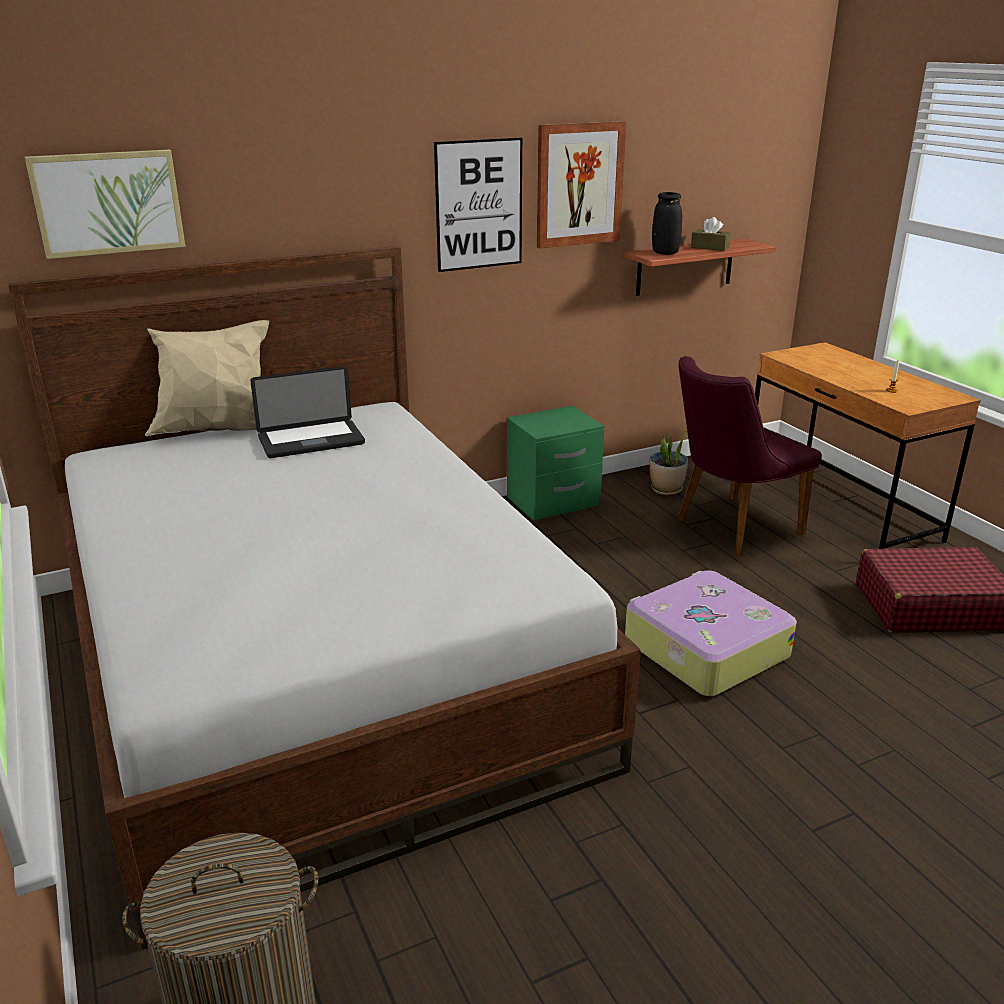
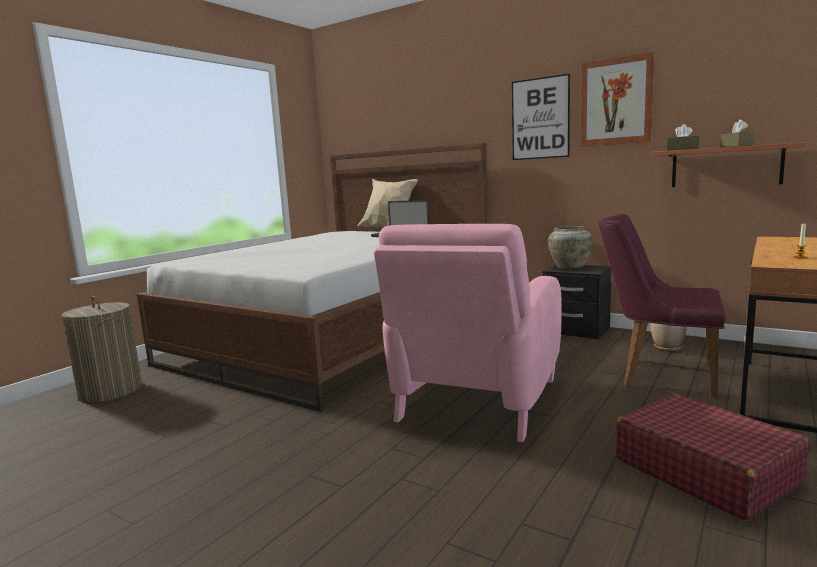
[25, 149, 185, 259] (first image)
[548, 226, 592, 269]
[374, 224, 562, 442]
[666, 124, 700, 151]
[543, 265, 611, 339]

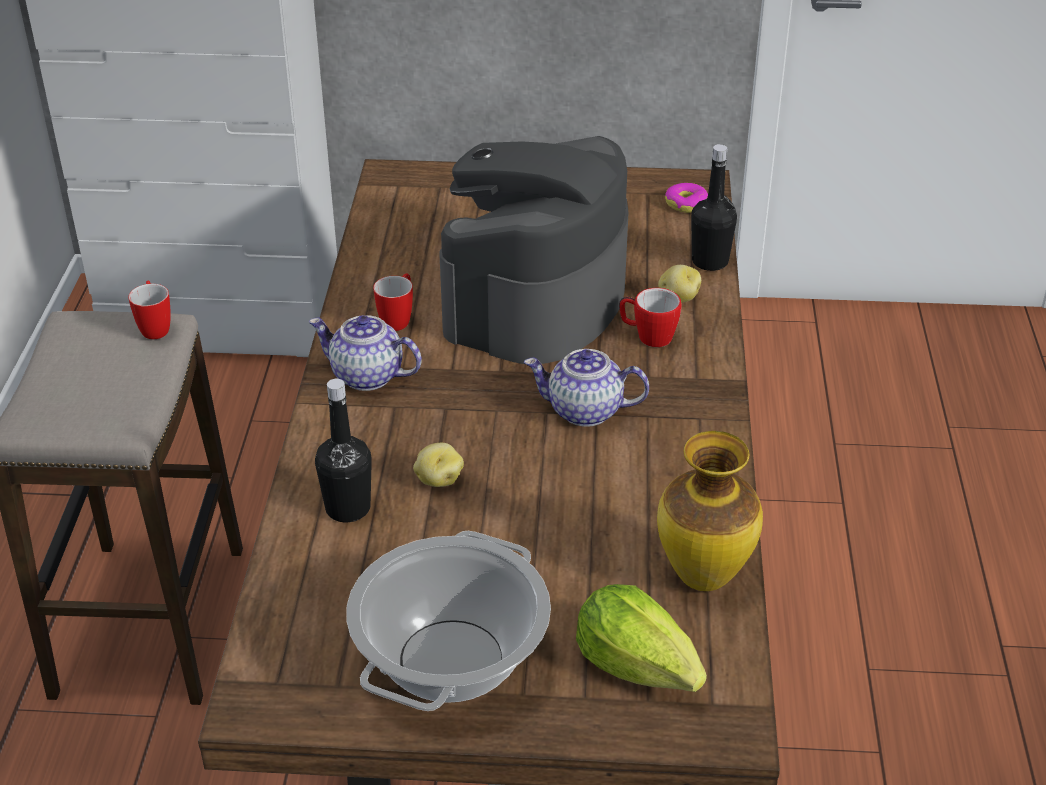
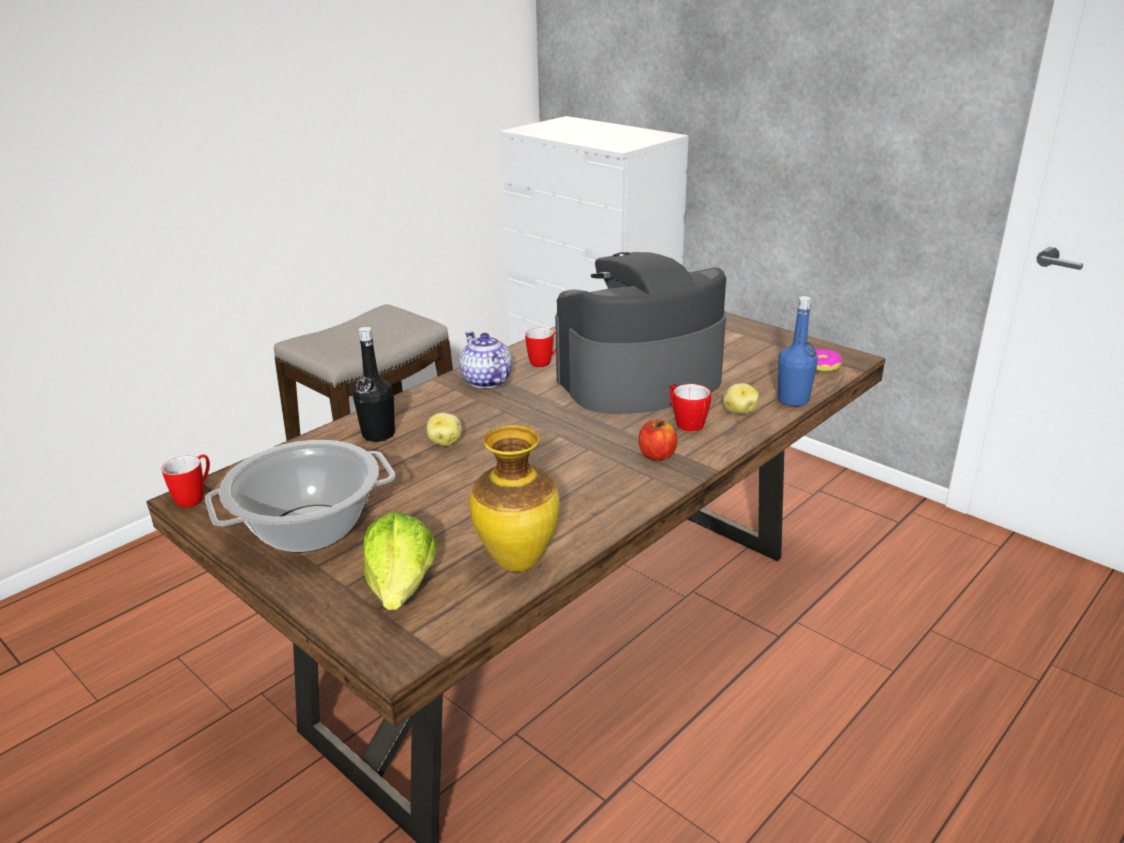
[524, 349, 649, 427] (first image)
[639, 419, 677, 461]
[161, 455, 210, 508]
[777, 296, 818, 406]

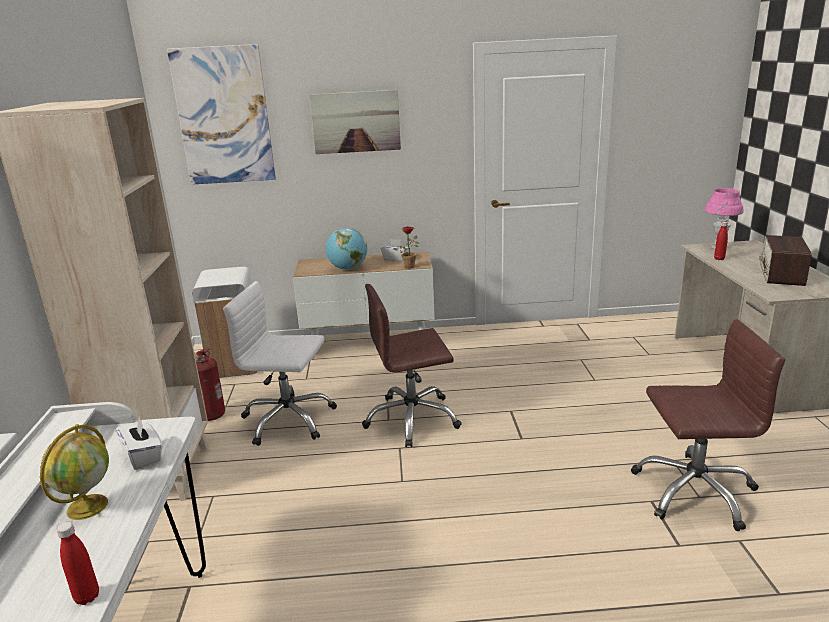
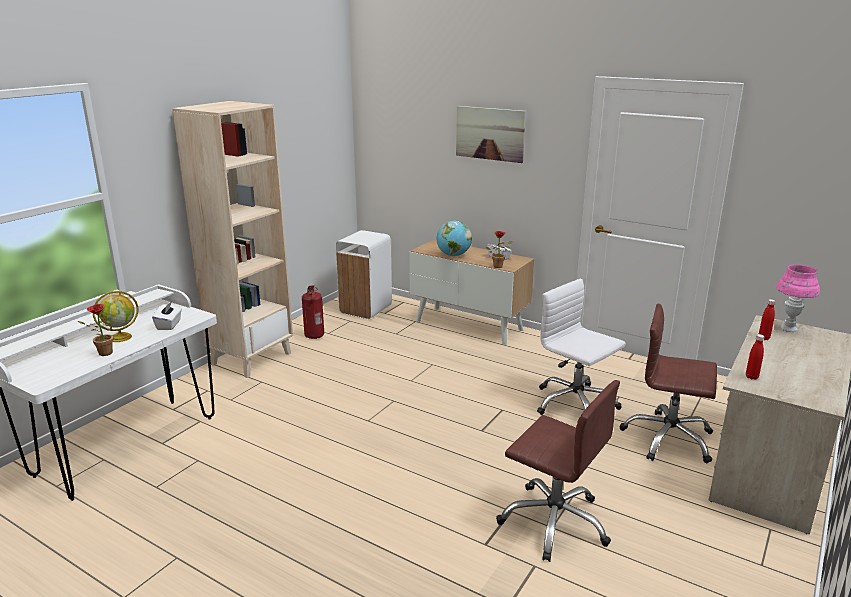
[167, 44, 276, 185] (first image)
[759, 235, 812, 286] (first image)
[78, 304, 113, 356]
[746, 334, 764, 380]
[537, 278, 626, 415]
[620, 304, 717, 463]

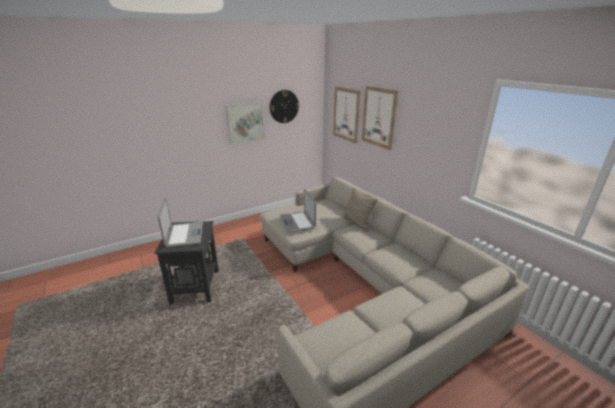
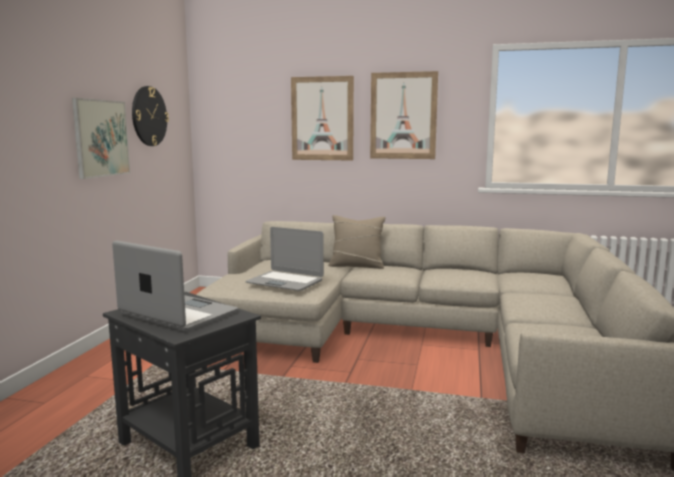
[370, 71, 438, 159]

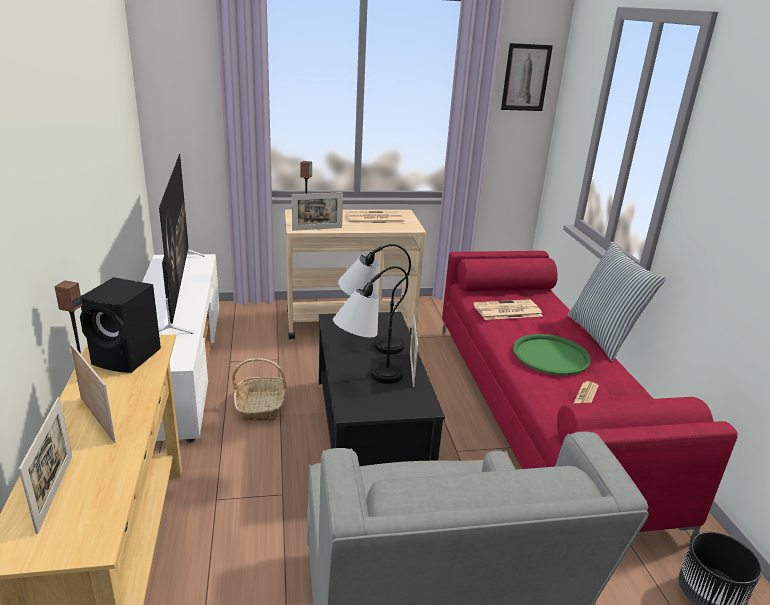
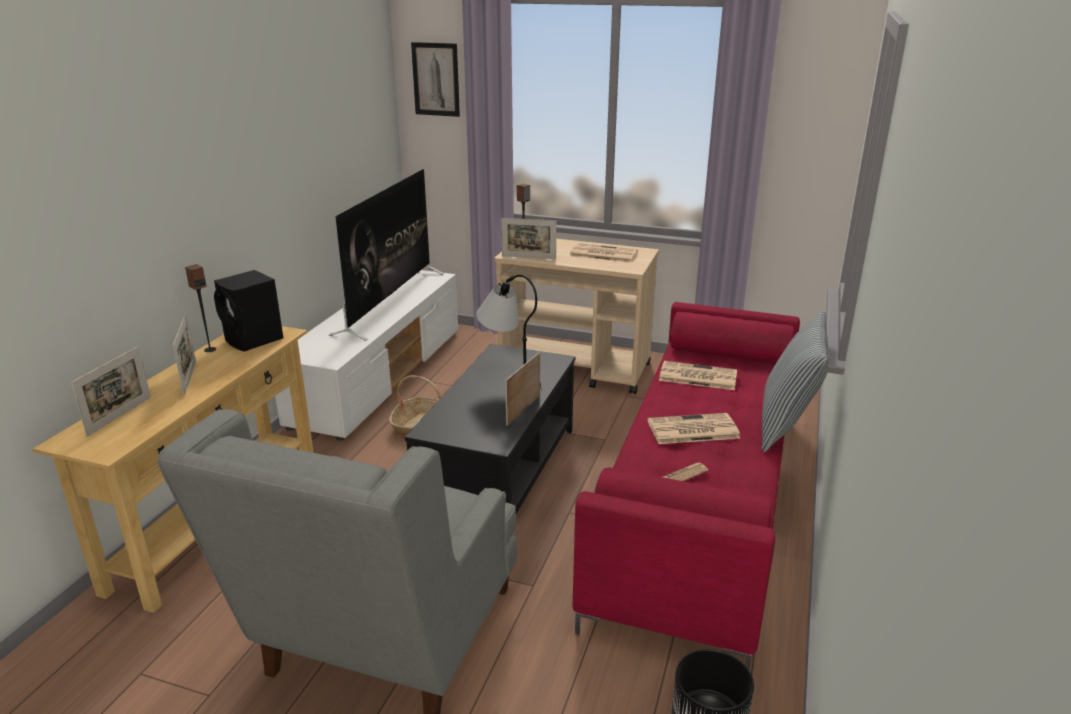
[333, 266, 408, 384] (first image)
[411, 42, 460, 117]
[648, 413, 741, 444]

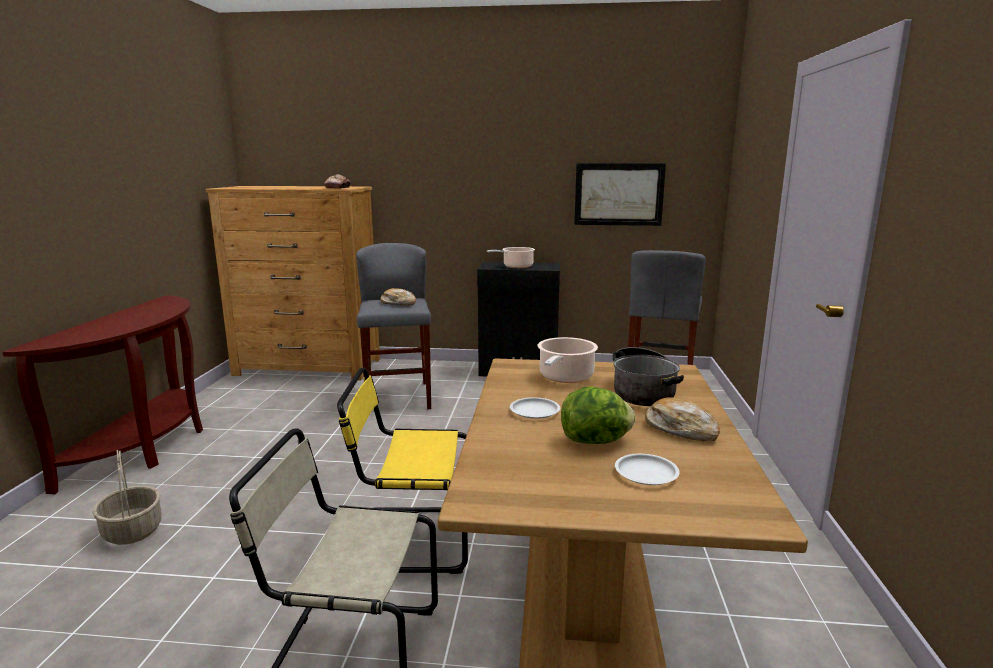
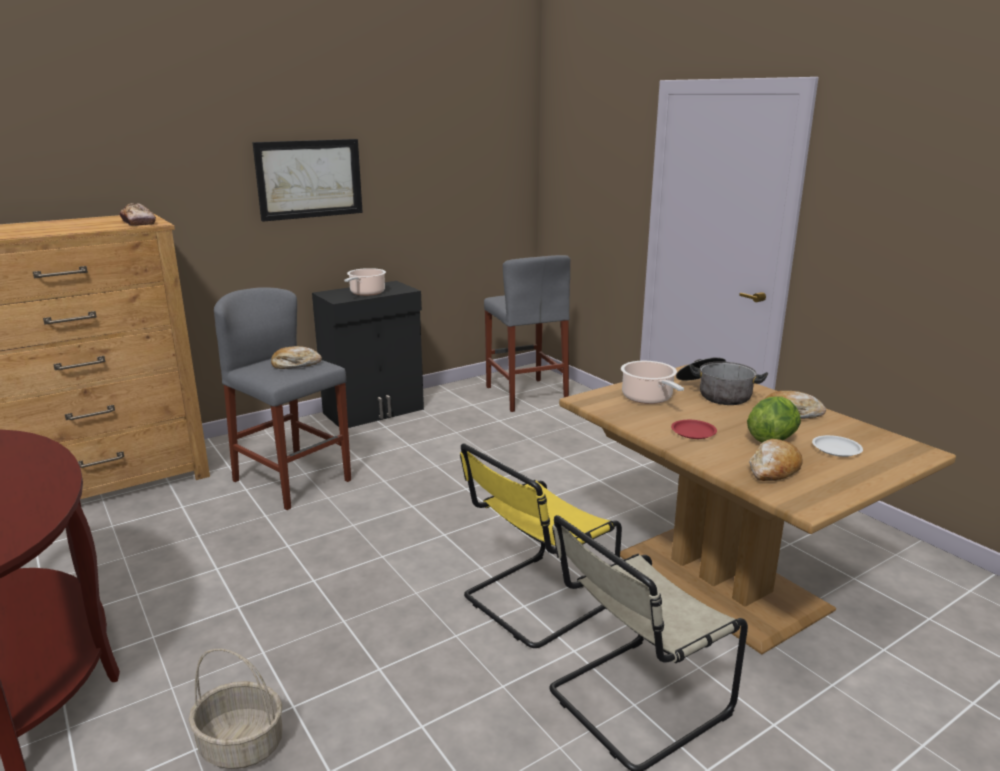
[749, 439, 803, 481]
[252, 139, 363, 222]
[671, 420, 717, 439]

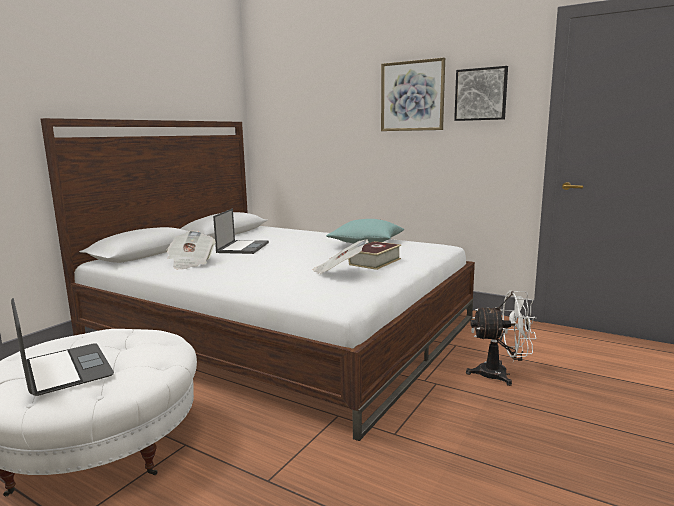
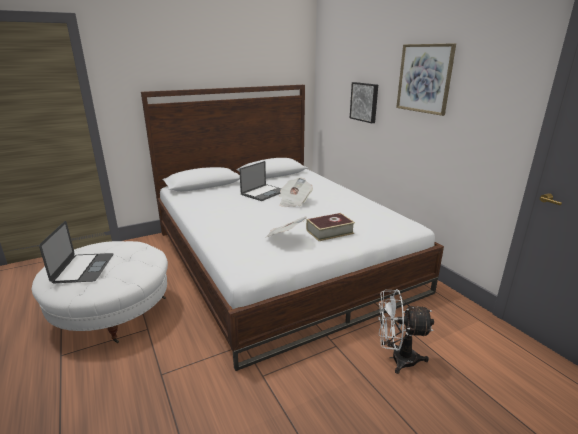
[326, 219, 404, 244] (first image)
[279, 178, 313, 207]
[350, 82, 378, 123]
[378, 289, 434, 374]

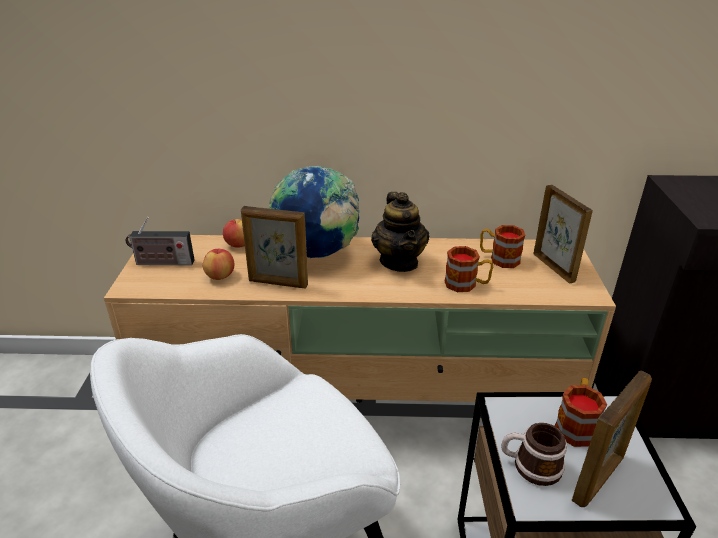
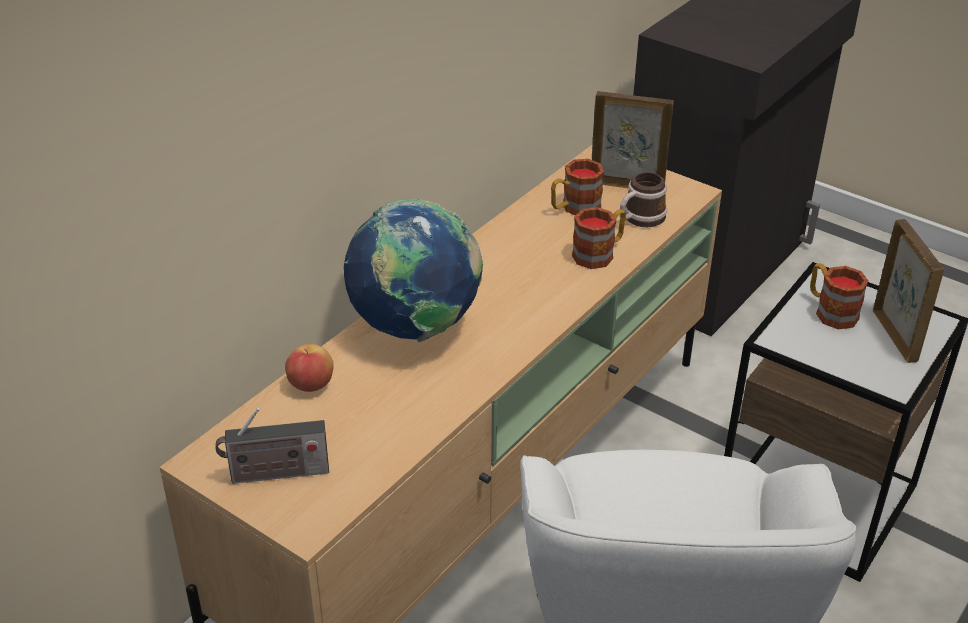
[202, 249, 234, 280] (first image)
[241, 206, 308, 289] (first image)
[371, 192, 429, 272] (first image)
[620, 172, 667, 227]
[216, 408, 329, 484]

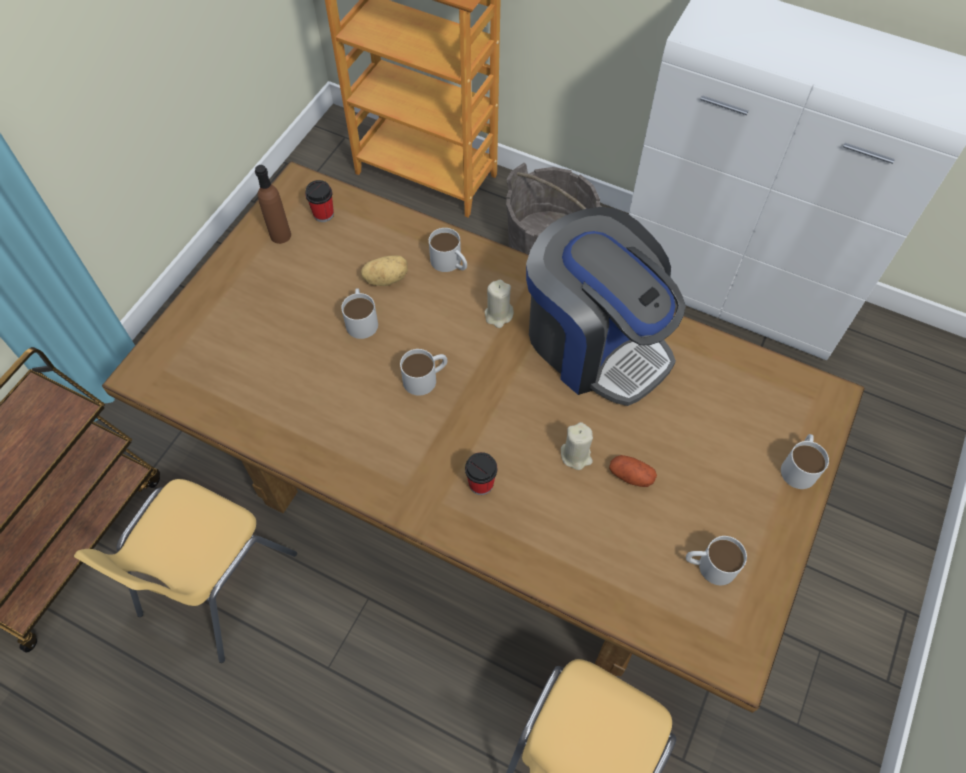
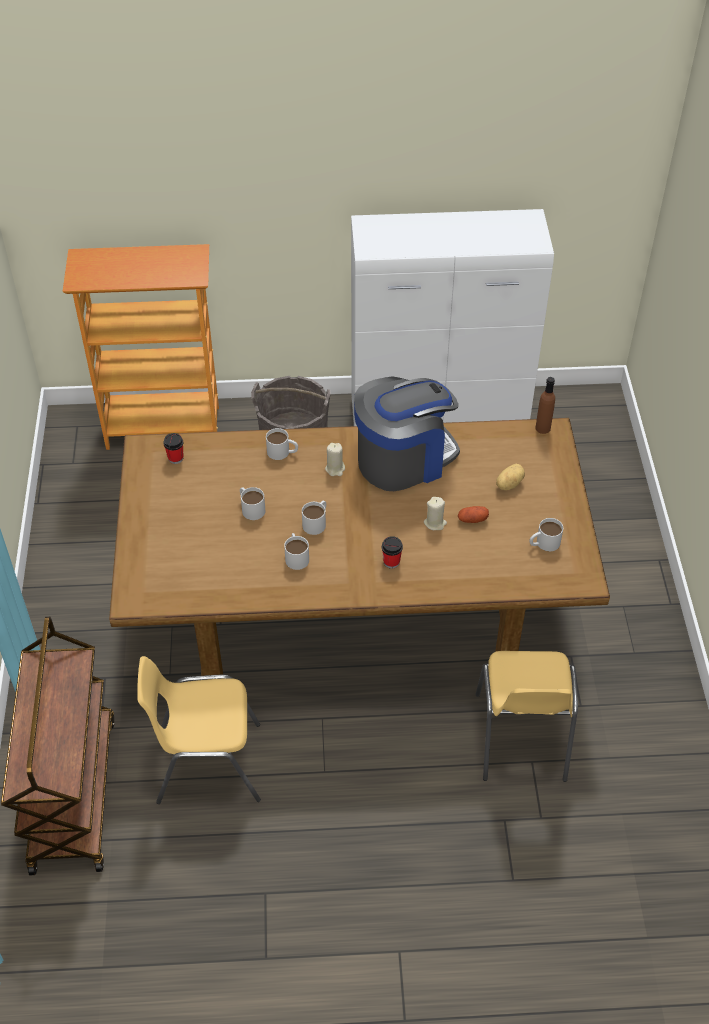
[535, 377, 555, 434]
[496, 464, 525, 490]
[284, 533, 309, 570]
[137, 656, 261, 804]
[354, 376, 460, 491]

